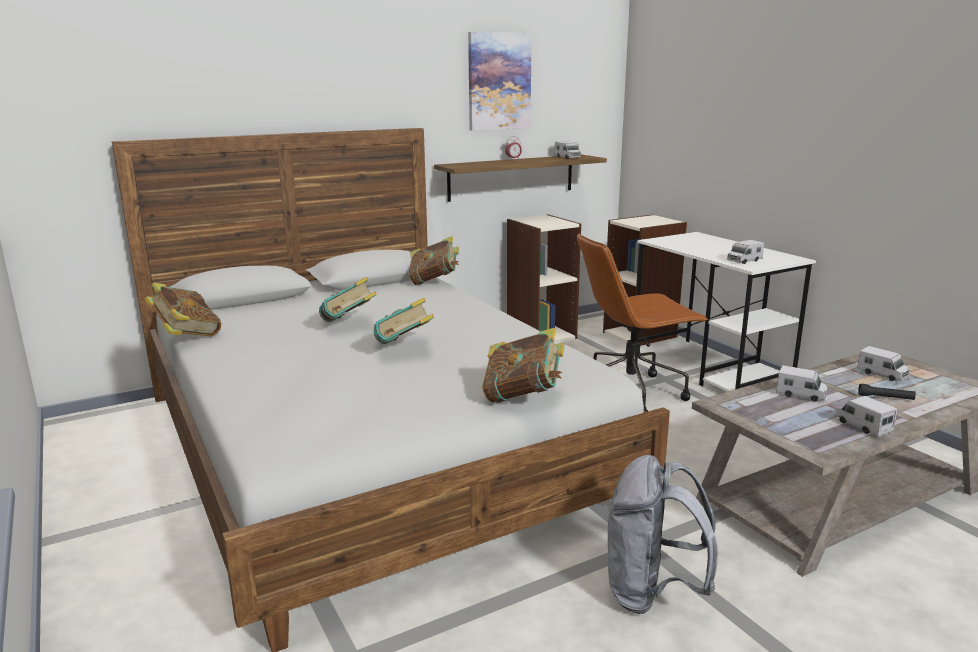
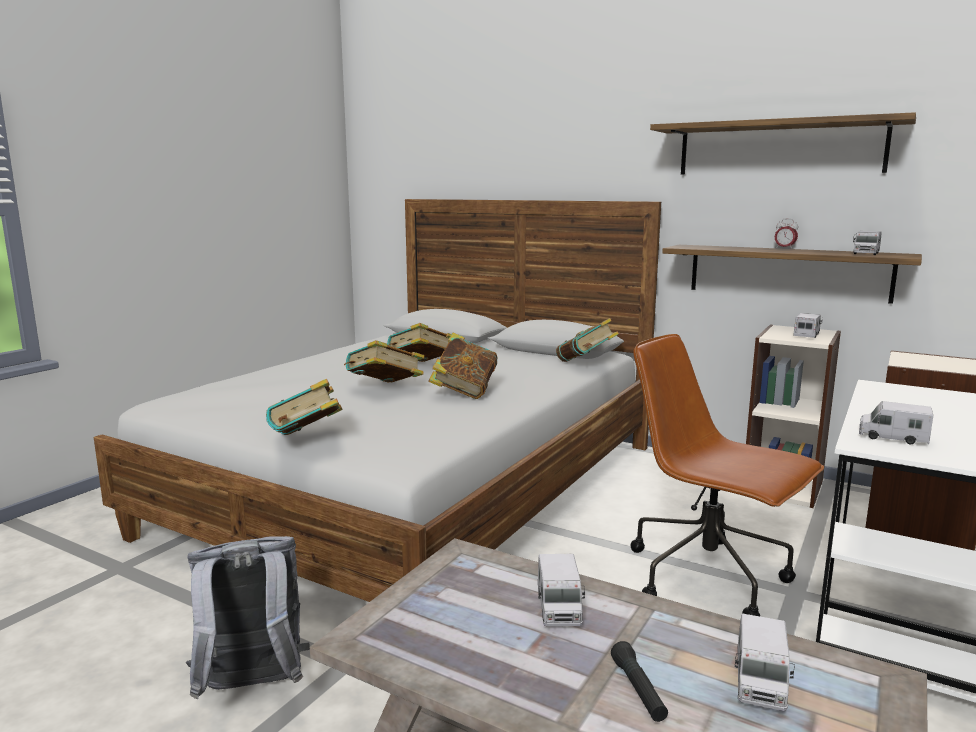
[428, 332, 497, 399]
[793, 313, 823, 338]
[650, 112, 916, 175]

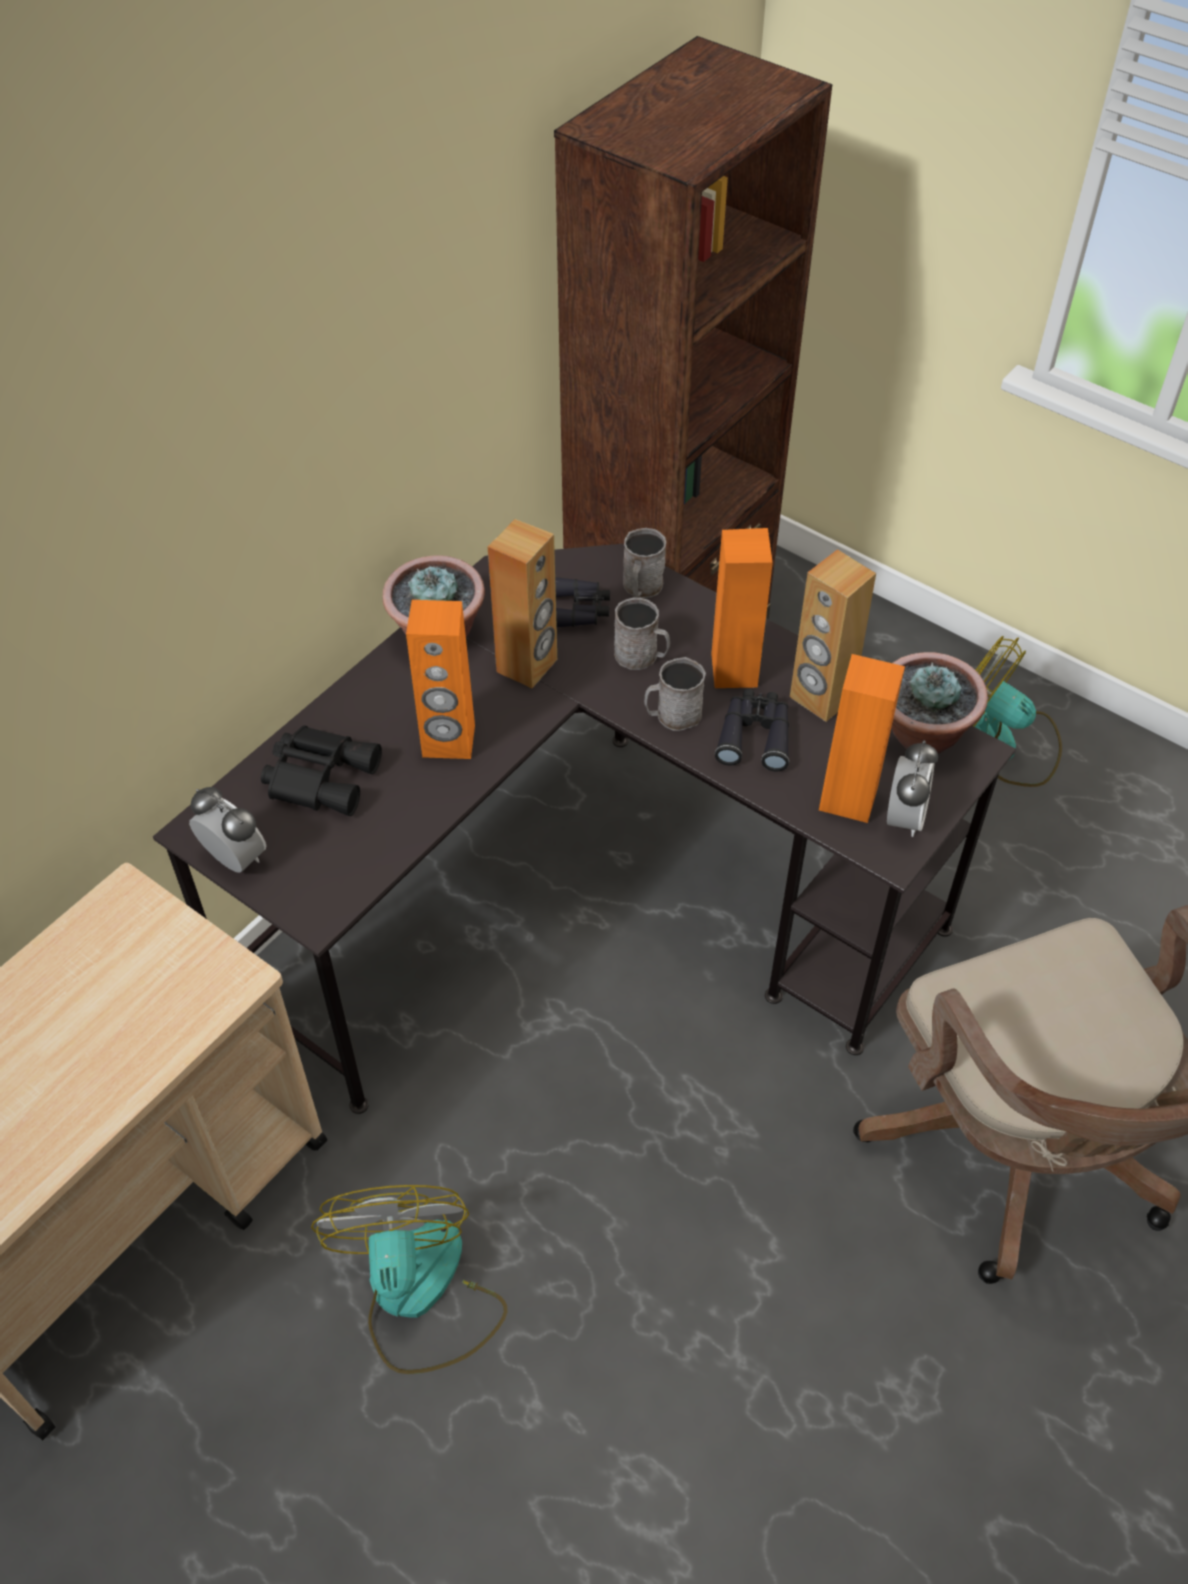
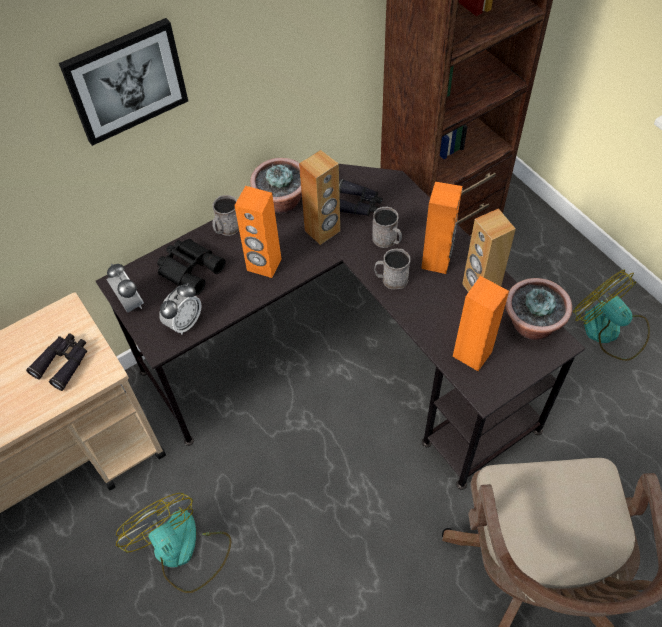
[59, 18, 188, 146]
[212, 195, 239, 236]
[26, 333, 87, 391]
[159, 283, 201, 335]
[116, 493, 231, 593]

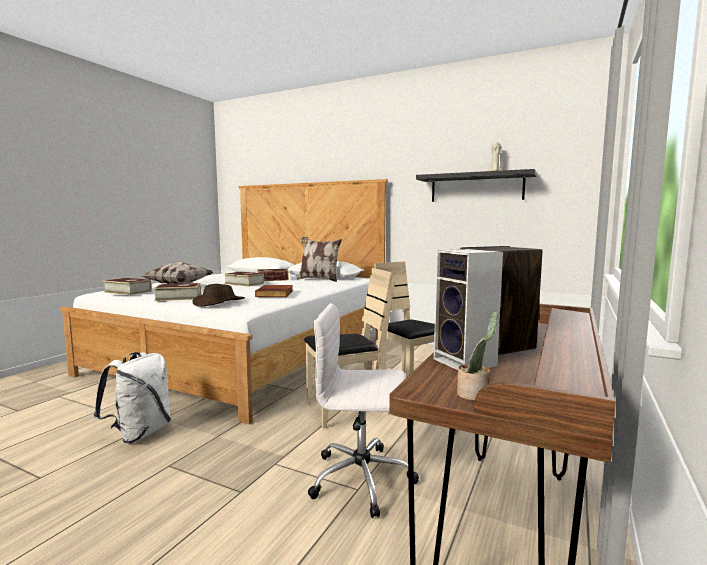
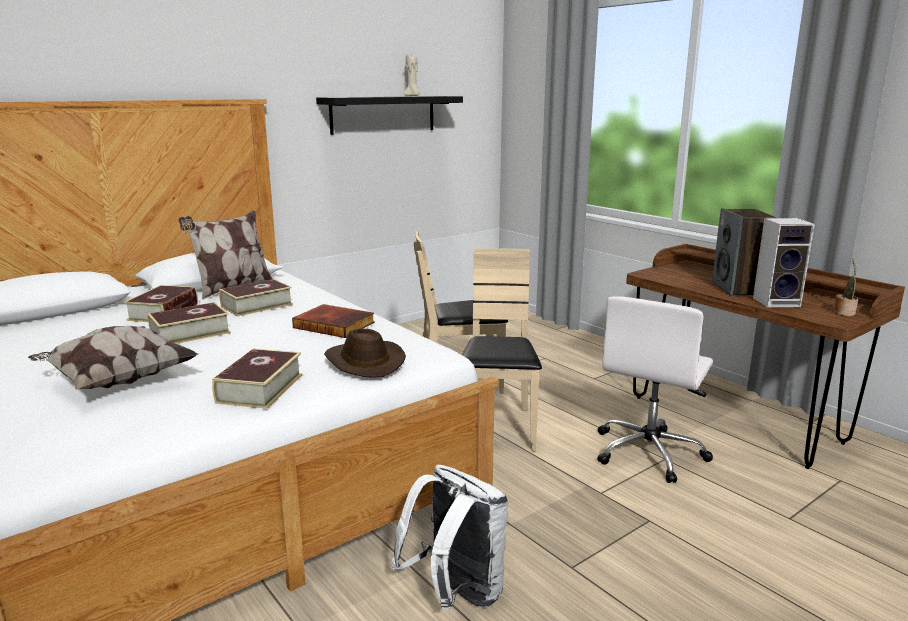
[219, 279, 293, 317]

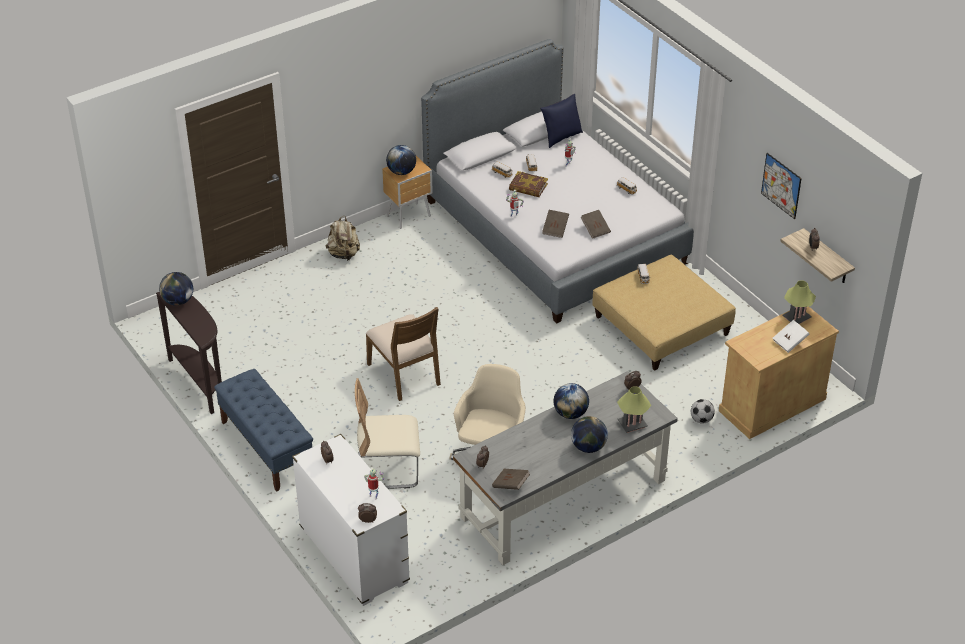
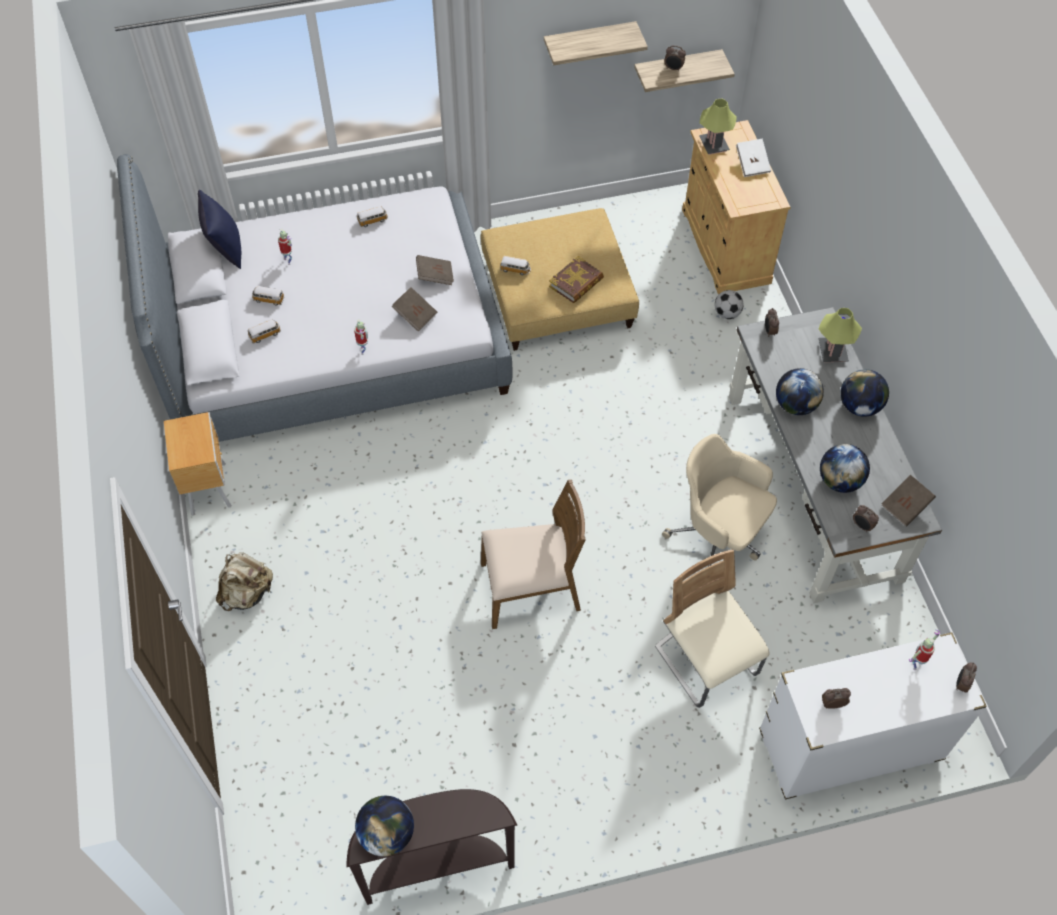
[214, 369, 313, 492] (first image)
[820, 444, 870, 493]
[549, 256, 604, 303]
[544, 21, 648, 65]
[655, 549, 770, 708]

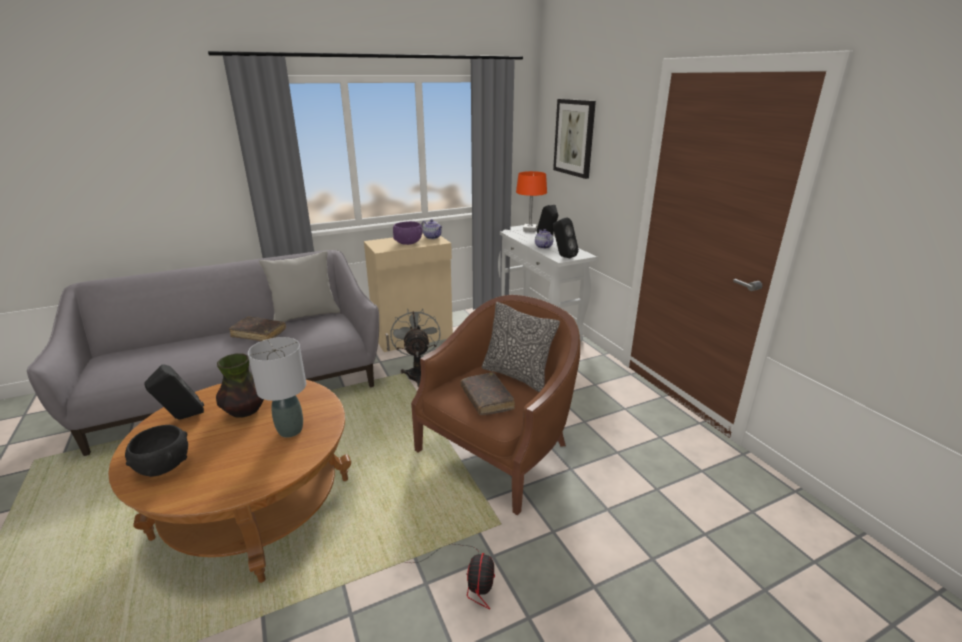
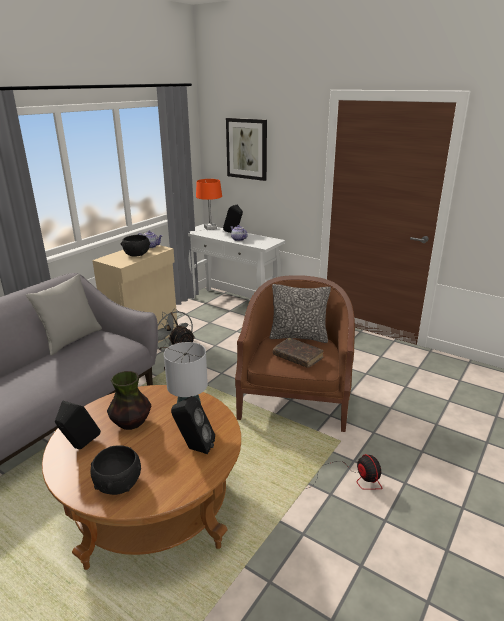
[229, 316, 286, 341] (first image)
[171, 396, 215, 454]
[121, 235, 150, 257]

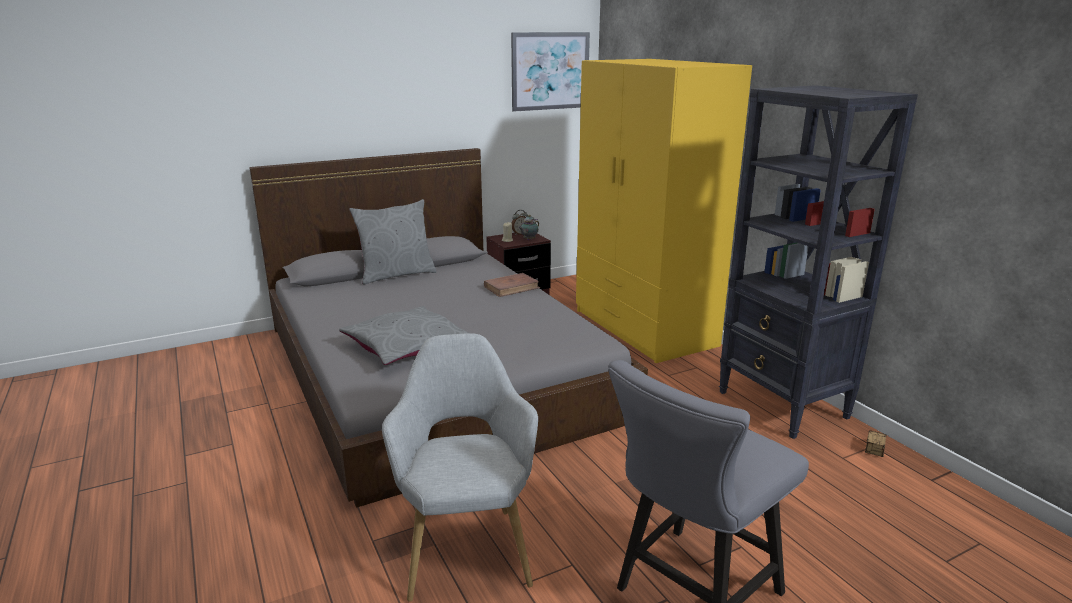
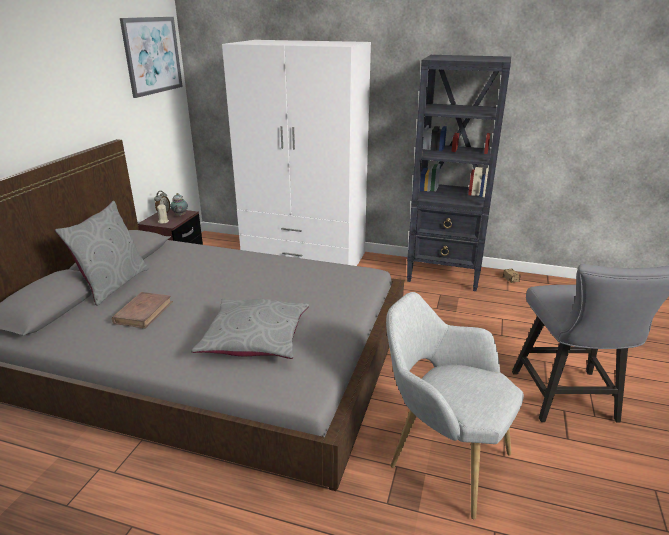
[112, 292, 173, 329]
[222, 40, 371, 266]

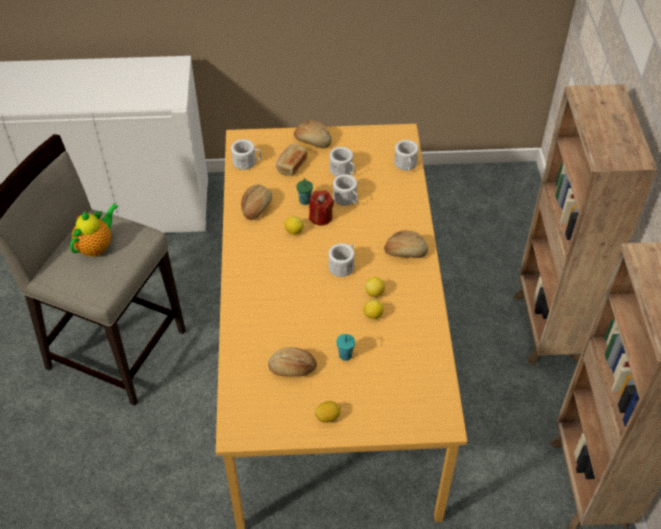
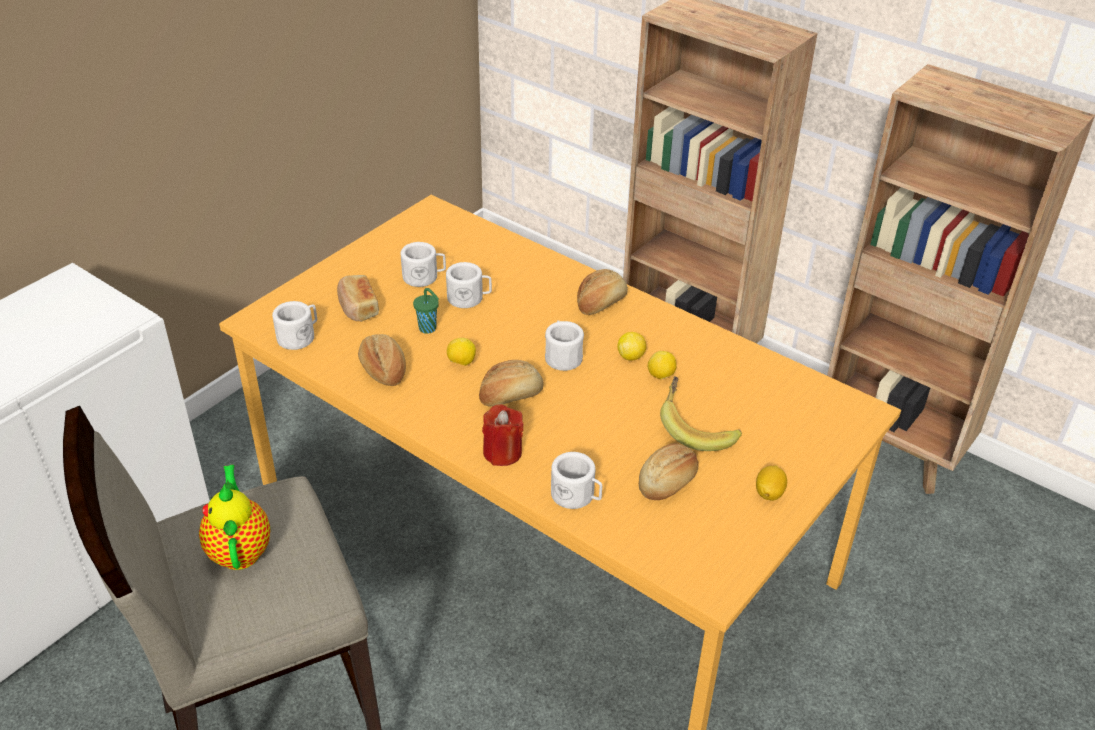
[479, 360, 544, 407]
[482, 404, 523, 466]
[551, 452, 602, 509]
[660, 376, 742, 451]

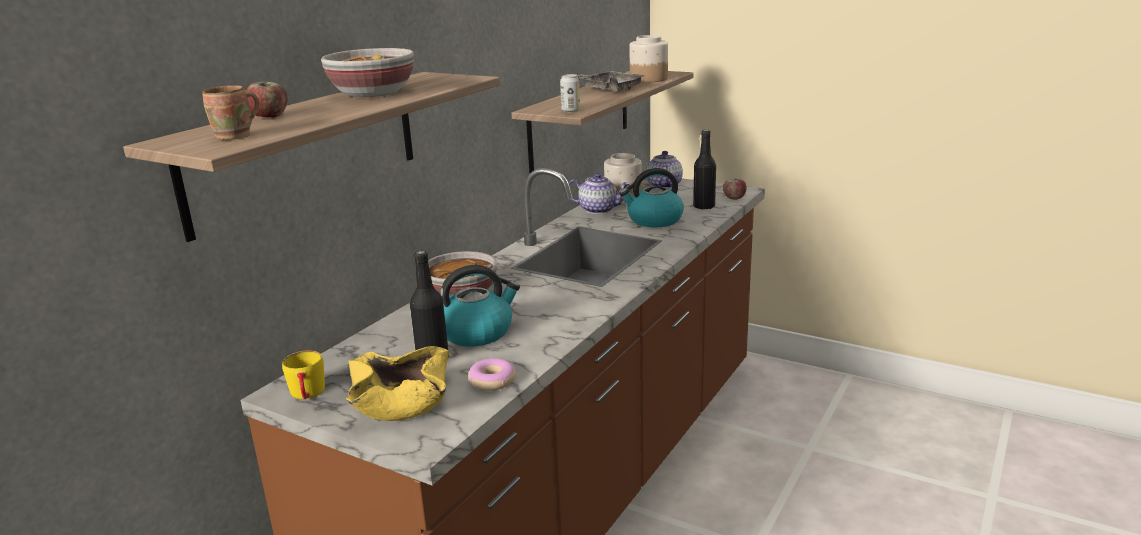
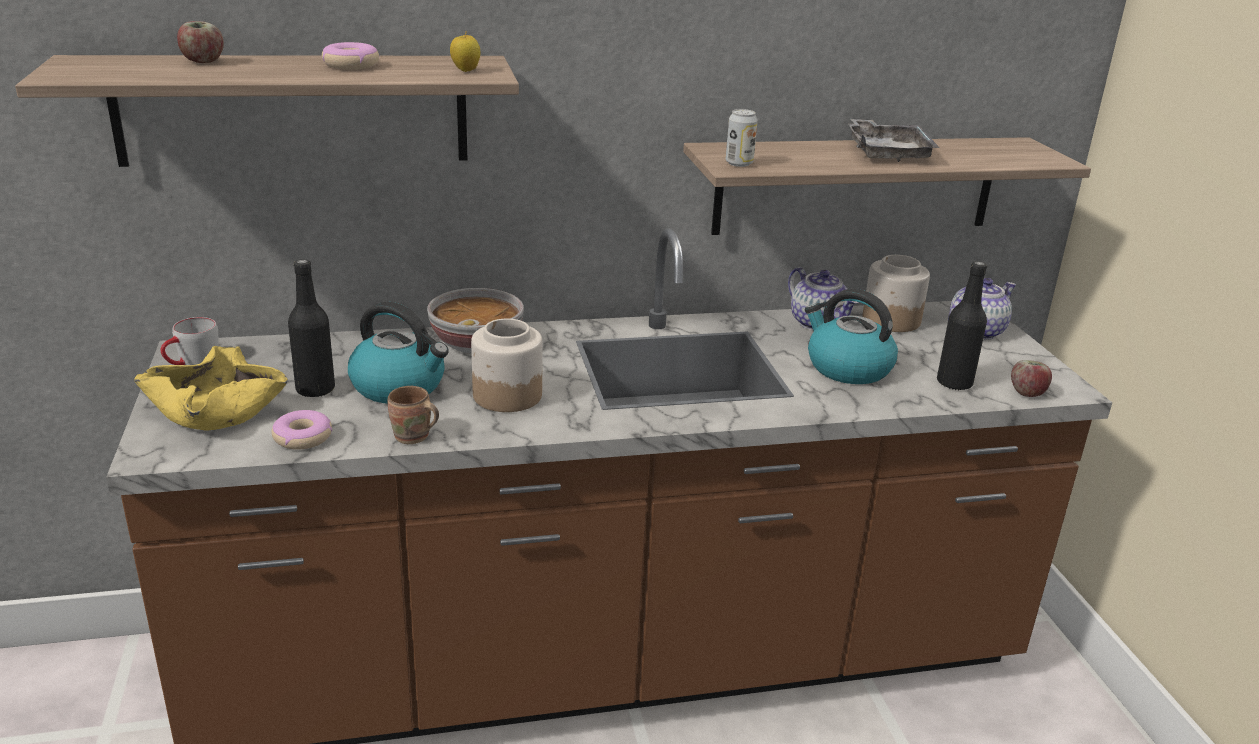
[450, 31, 481, 72]
[388, 386, 439, 444]
[471, 319, 543, 412]
[322, 42, 379, 70]
[161, 317, 219, 365]

